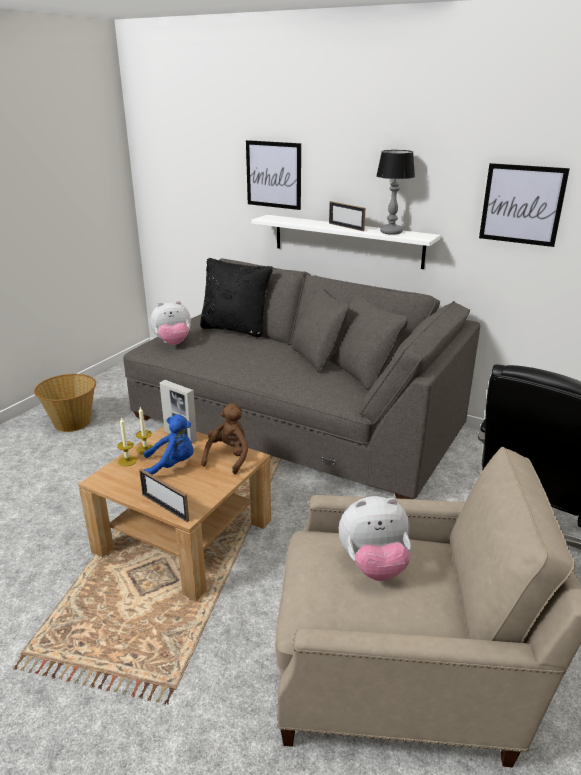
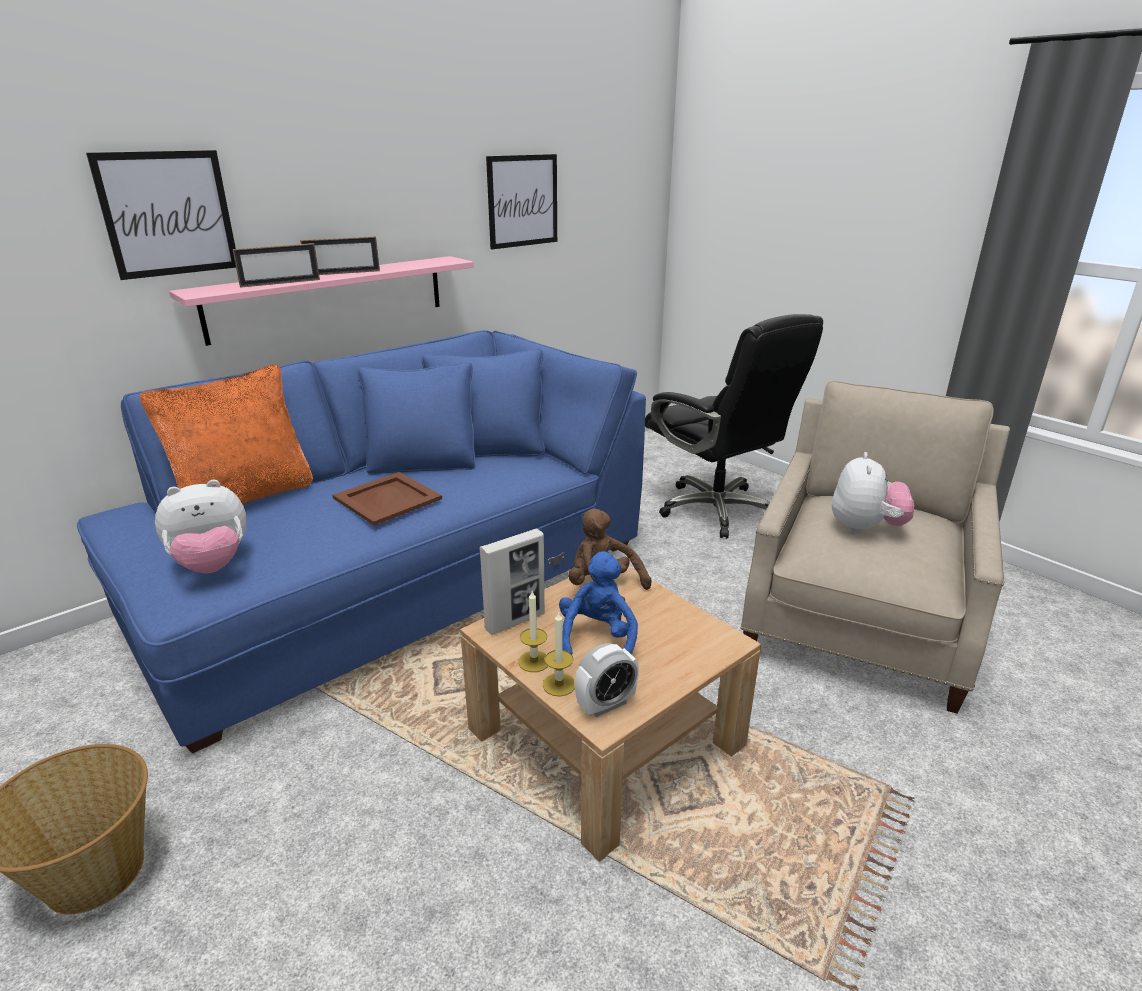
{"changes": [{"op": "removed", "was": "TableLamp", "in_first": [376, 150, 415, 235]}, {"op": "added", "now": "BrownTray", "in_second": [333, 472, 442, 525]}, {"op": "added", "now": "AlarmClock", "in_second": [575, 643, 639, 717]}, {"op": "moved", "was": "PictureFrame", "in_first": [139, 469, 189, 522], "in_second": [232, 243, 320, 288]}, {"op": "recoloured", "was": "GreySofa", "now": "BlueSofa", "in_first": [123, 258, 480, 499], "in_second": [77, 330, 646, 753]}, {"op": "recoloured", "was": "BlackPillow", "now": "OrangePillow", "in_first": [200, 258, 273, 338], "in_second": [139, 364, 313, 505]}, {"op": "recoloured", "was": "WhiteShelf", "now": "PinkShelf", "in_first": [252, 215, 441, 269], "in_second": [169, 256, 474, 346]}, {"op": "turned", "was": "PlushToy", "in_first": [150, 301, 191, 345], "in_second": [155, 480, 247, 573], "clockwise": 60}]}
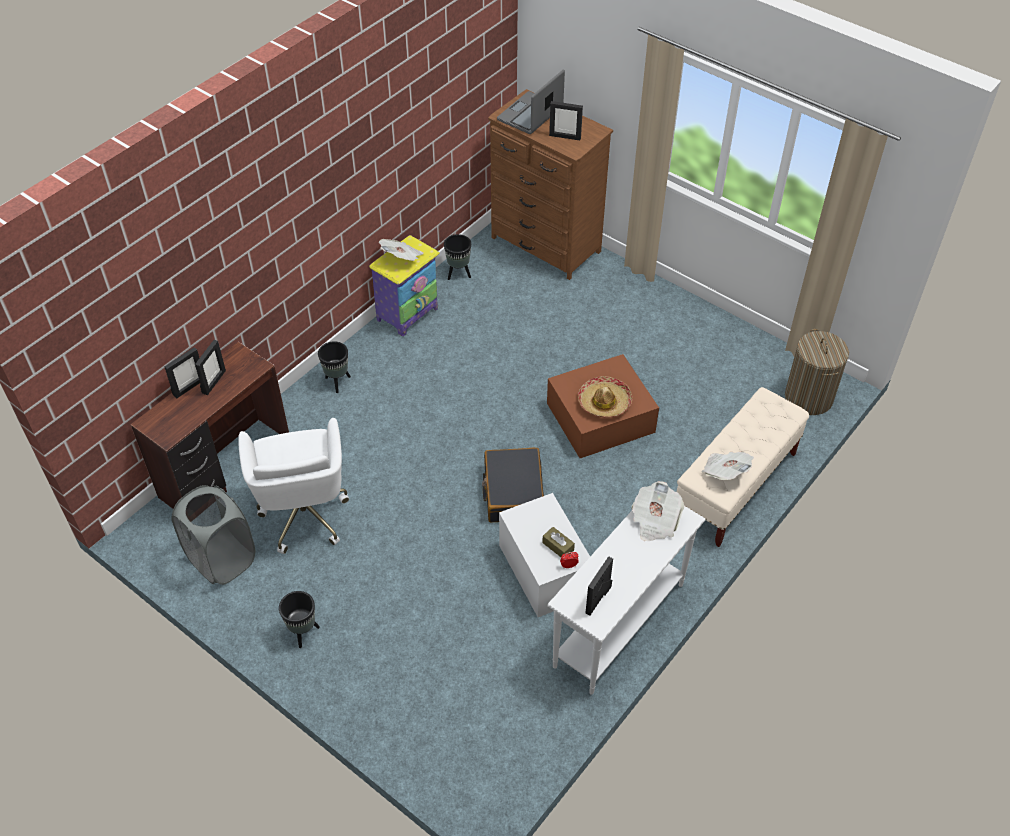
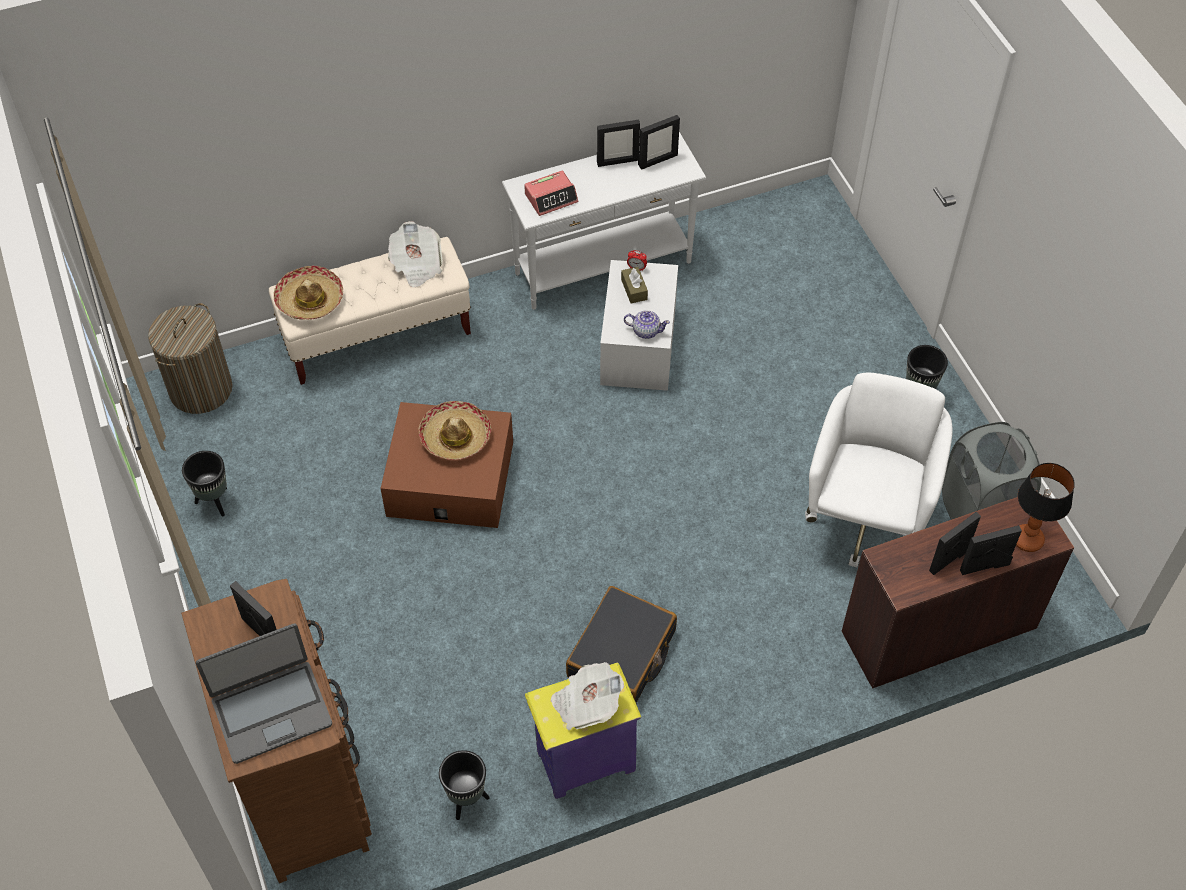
{"changes": [{"op": "added", "now": "Hat", "in_second": [274, 266, 343, 320]}, {"op": "added", "now": "PictureFrame", "in_second": [597, 120, 640, 167]}, {"op": "added", "now": "Teapot", "in_second": [624, 311, 670, 339]}, {"op": "added", "now": "TableLamp", "in_second": [1016, 463, 1075, 552]}, {"op": "moved", "was": "BlackPlanter", "in_first": [318, 341, 351, 393], "in_second": [182, 451, 227, 516]}, {"op": "moved", "was": "BlackSuitcase", "in_first": [482, 448, 544, 522], "in_second": [566, 586, 677, 703]}, {"op": "replaced", "was": "Newspaper", "now": "AlarmClock", "in_first": [632, 481, 684, 541], "in_second": [524, 171, 578, 216]}]}
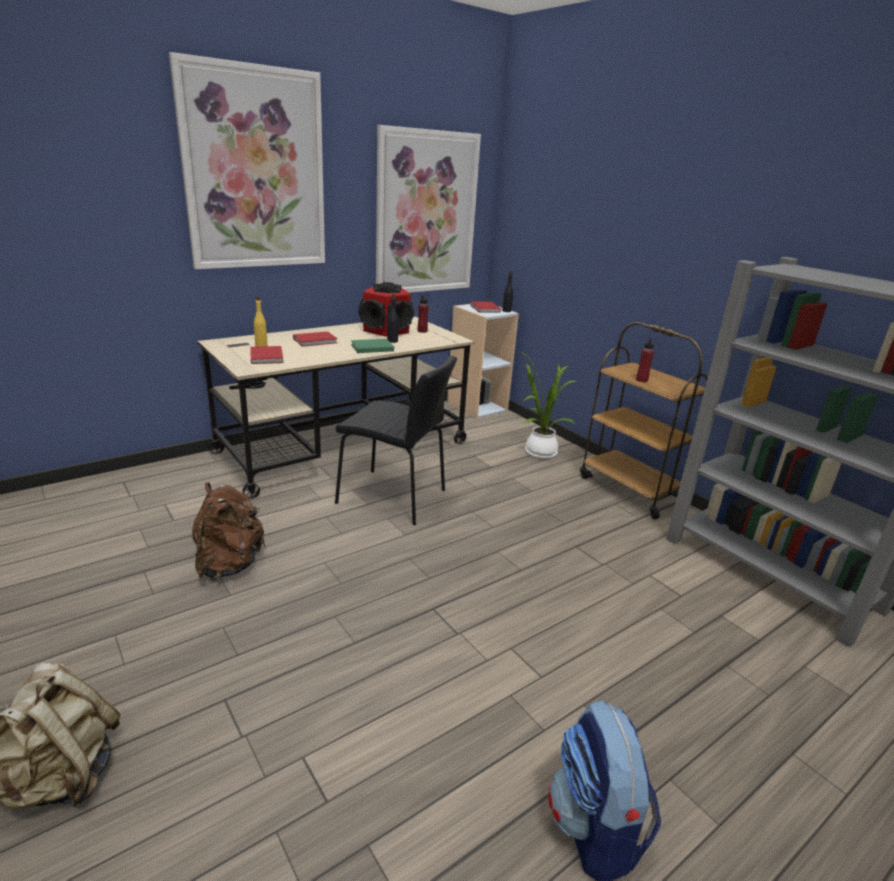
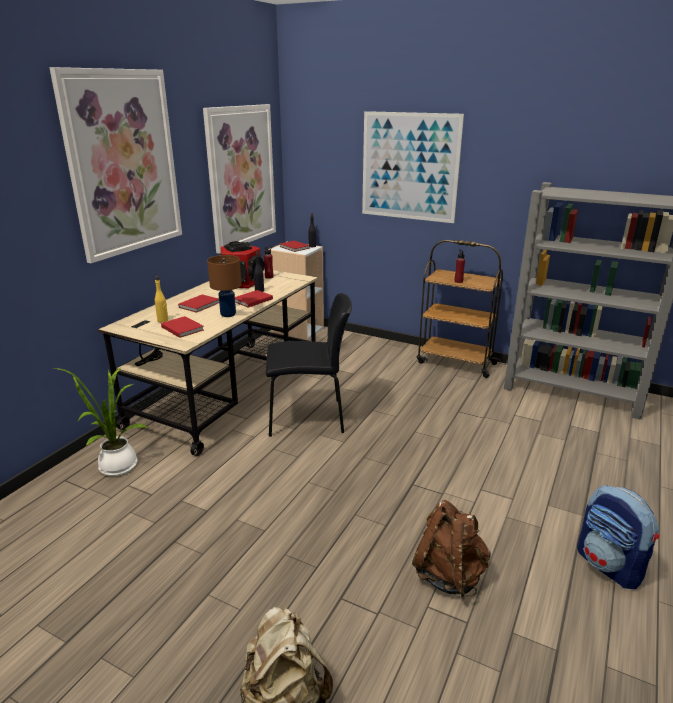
{"changes": [{"op": "added", "now": "BrownTableLamp", "in_second": [207, 255, 242, 317]}, {"op": "added", "now": "Picture", "in_second": [362, 111, 464, 223]}, {"op": "moved", "was": "BrownBackpack", "in_first": [192, 482, 266, 581], "in_second": [412, 500, 491, 599]}, {"op": "moved", "was": "PottedPlant", "in_first": [517, 351, 576, 459], "in_second": [52, 368, 149, 476]}, {"op": "recoloured", "was": "GreenBook", "now": "RedBook", "in_first": [351, 339, 394, 353], "in_second": [235, 290, 273, 308]}]}
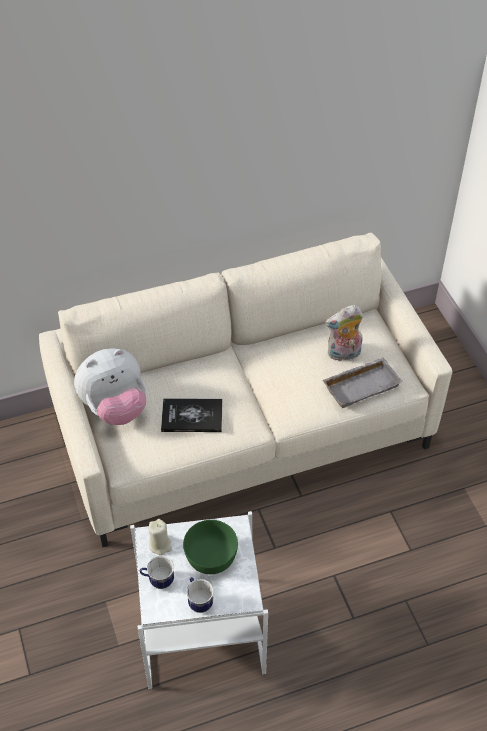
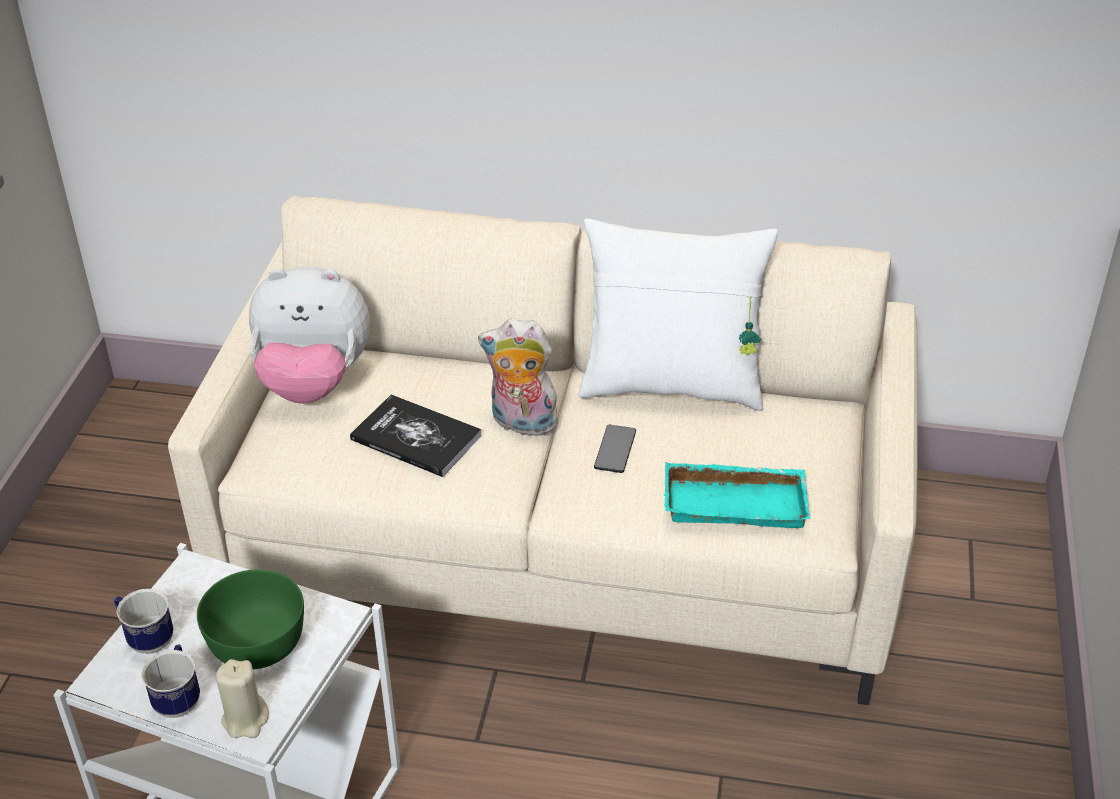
{"changes": [{"op": "added", "now": "WhitePillow", "in_second": [578, 218, 778, 411]}, {"op": "added", "now": "Phone", "in_second": [594, 424, 636, 473]}, {"op": "moved", "was": "BeigeCandle", "in_first": [149, 519, 172, 556], "in_second": [216, 659, 269, 738]}, {"op": "moved", "was": "PlushToy", "in_first": [325, 305, 363, 361], "in_second": [478, 318, 561, 436]}, {"op": "recoloured", "was": "GreyTray", "now": "TurquoiseTray", "in_first": [322, 357, 403, 408], "in_second": [664, 462, 810, 528]}]}
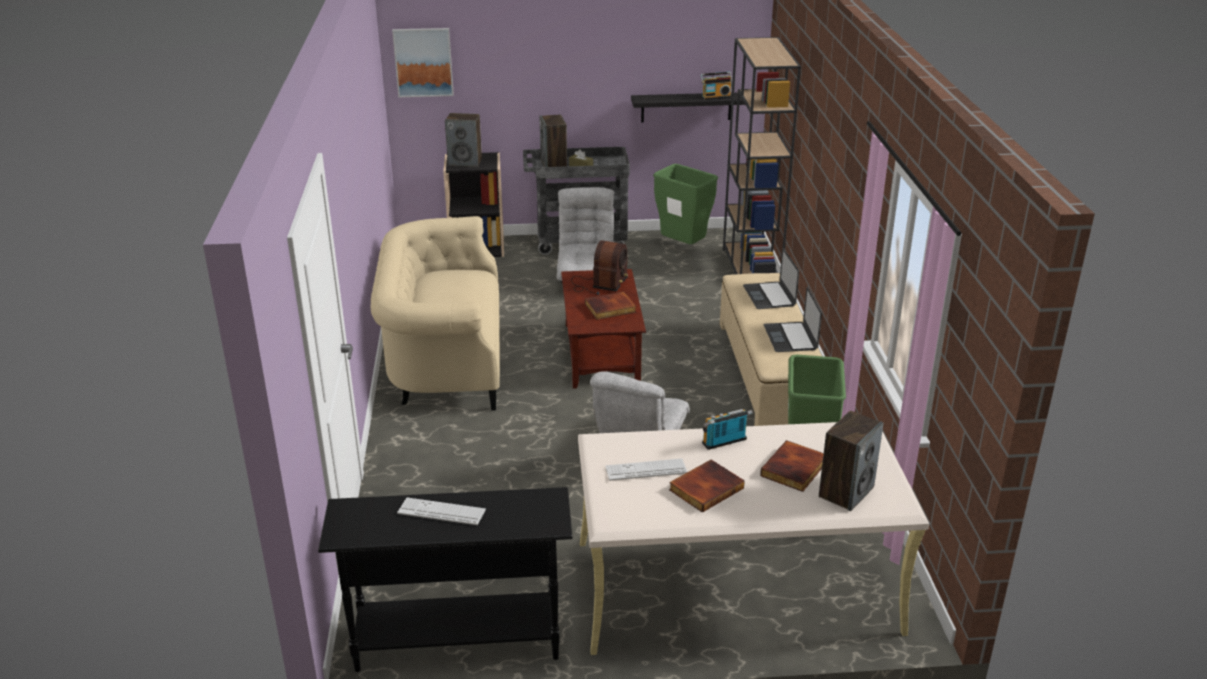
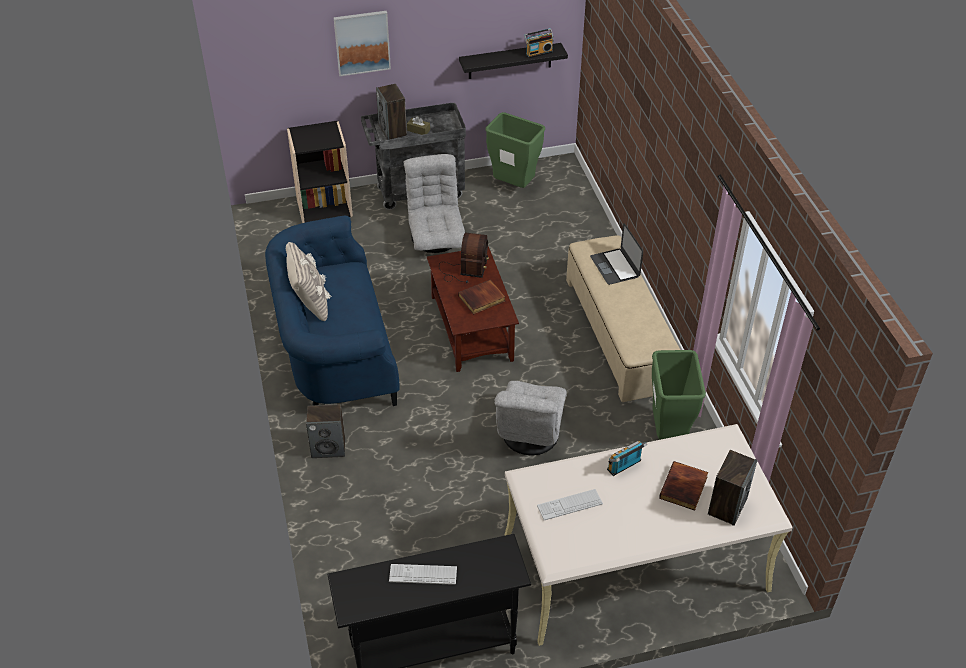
{"changes": [{"op": "removed", "was": "Book", "in_first": [669, 460, 745, 513]}, {"op": "removed", "was": "Bookcase", "in_first": [723, 37, 801, 274]}, {"op": "removed", "was": "Laptop", "in_first": [764, 287, 822, 352]}, {"op": "added", "now": "BeigePillow", "in_second": [286, 242, 332, 321]}, {"op": "moved", "was": "Picture", "in_first": [392, 28, 454, 97], "in_second": [334, 11, 391, 76]}, {"op": "moved", "was": "Speaker", "in_first": [445, 113, 482, 167], "in_second": [306, 404, 345, 458]}, {"op": "recoloured", "was": "BeigeSofa", "now": "BlueSofa", "in_first": [371, 216, 500, 411], "in_second": [265, 216, 400, 406]}]}
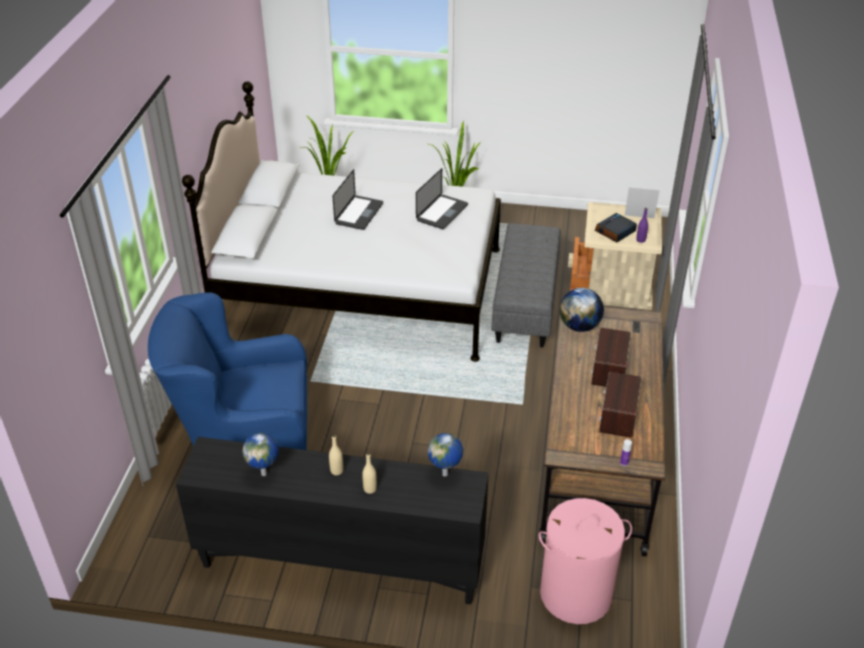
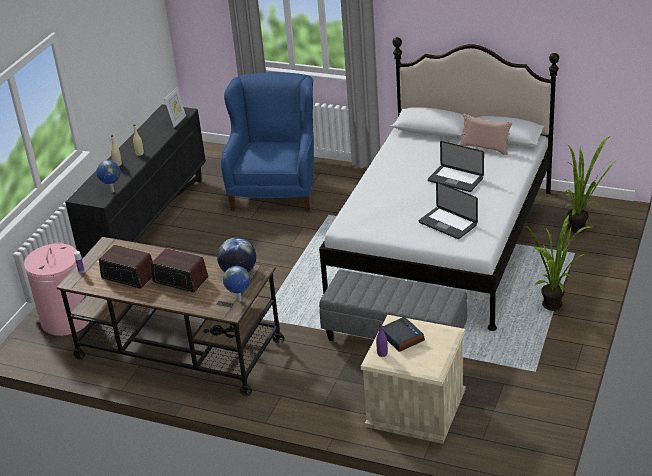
{"changes": [{"op": "added", "now": "BeigePillow", "in_second": [459, 114, 512, 155]}, {"op": "moved", "was": "Globe", "in_first": [242, 433, 279, 476], "in_second": [223, 266, 250, 302]}, {"op": "moved", "was": "PictureFrame", "in_first": [625, 187, 660, 218], "in_second": [164, 87, 186, 128]}]}
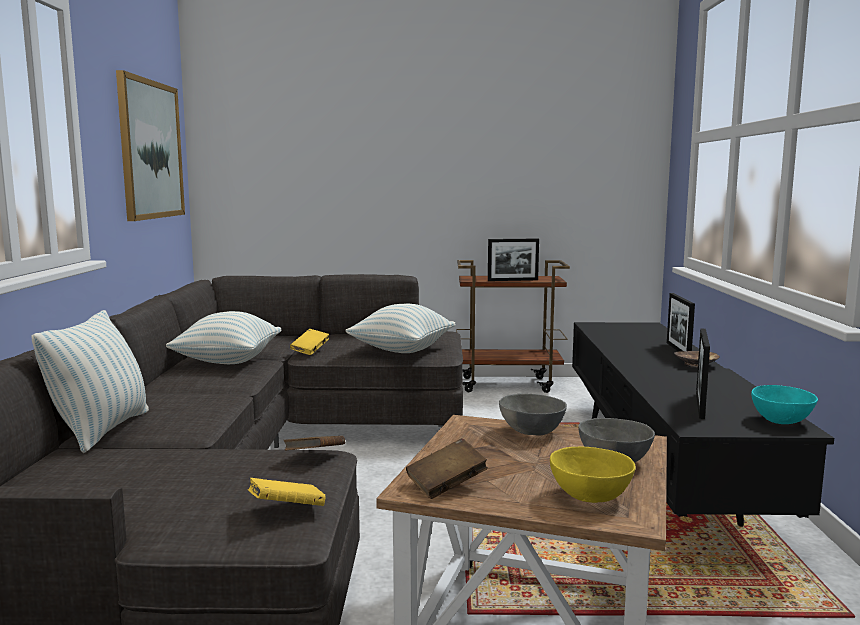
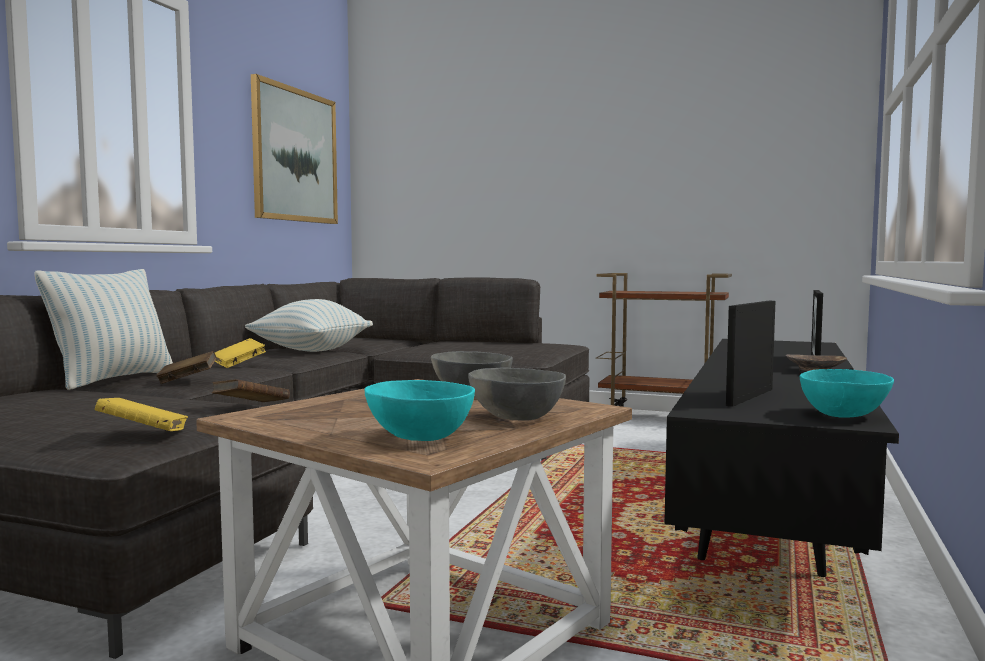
{"changes": [{"op": "removed", "was": "Pillow", "in_first": [345, 303, 456, 353]}, {"op": "removed", "was": "PictureFrame", "in_first": [488, 238, 539, 281]}, {"op": "moved", "was": "YellowBook", "in_first": [290, 329, 329, 355], "in_second": [215, 338, 266, 368]}, {"op": "moved", "was": "BrownBook", "in_first": [406, 438, 488, 499], "in_second": [156, 351, 216, 384]}, {"op": "recoloured", "was": "YellowBowl", "now": "TurquoiseBowl", "in_first": [550, 447, 636, 503], "in_second": [365, 380, 475, 441]}]}
